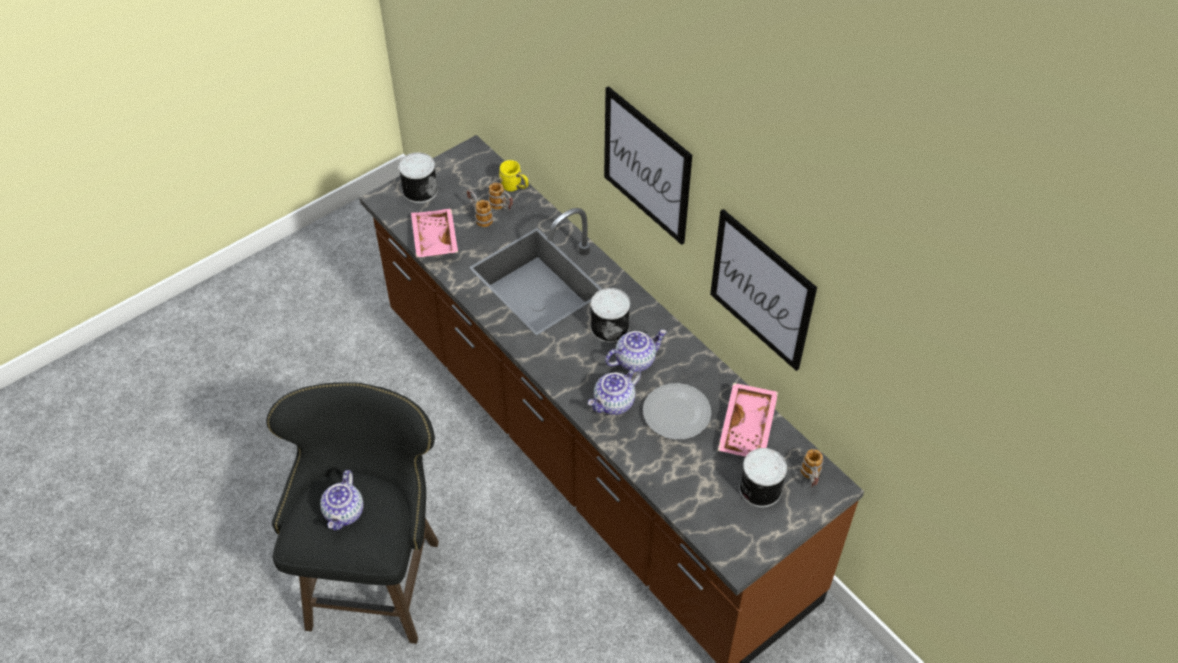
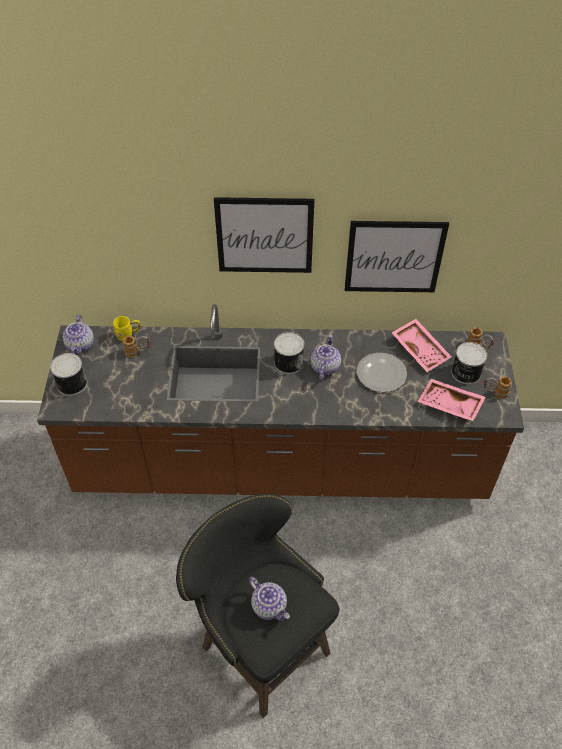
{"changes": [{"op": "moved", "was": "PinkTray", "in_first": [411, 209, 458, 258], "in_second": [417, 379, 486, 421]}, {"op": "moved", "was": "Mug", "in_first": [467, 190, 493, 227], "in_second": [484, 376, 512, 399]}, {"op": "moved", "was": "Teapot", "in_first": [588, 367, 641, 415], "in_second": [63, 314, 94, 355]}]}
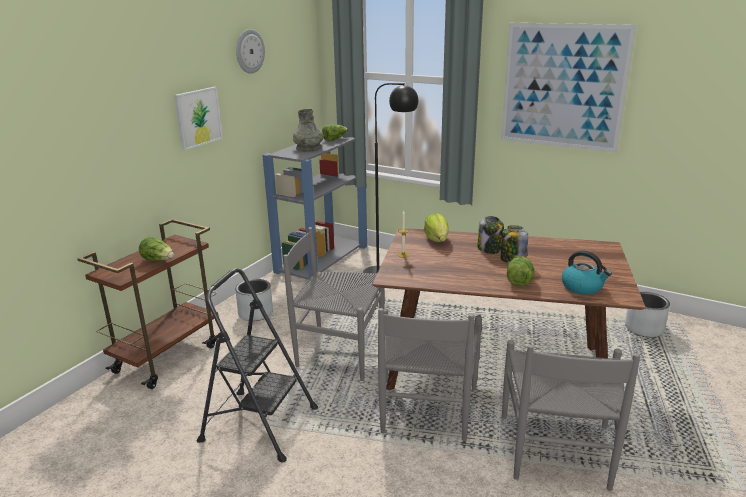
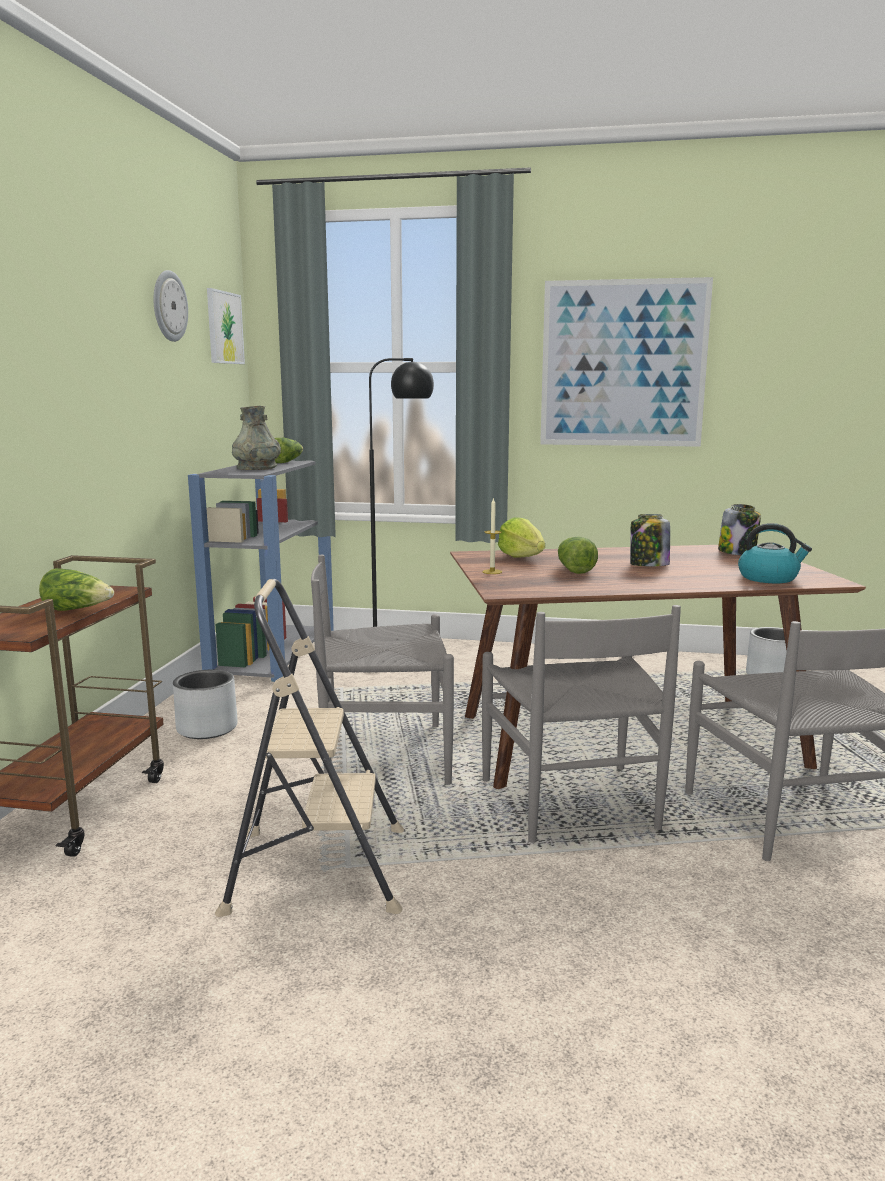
{"changes": [{"op": "moved", "was": "Picture", "in_first": [174, 87, 223, 150], "in_second": [207, 288, 245, 364]}, {"op": "moved", "was": "Jar", "in_first": [477, 216, 504, 254], "in_second": [718, 504, 761, 555]}, {"op": "moved", "was": "Lettuce", "in_first": [507, 256, 535, 286], "in_second": [558, 537, 598, 574]}, {"op": "recoloured", "was": "BlackStepLadder", "now": "BeigeStepLadder", "in_first": [197, 268, 318, 463], "in_second": [215, 579, 404, 917]}]}
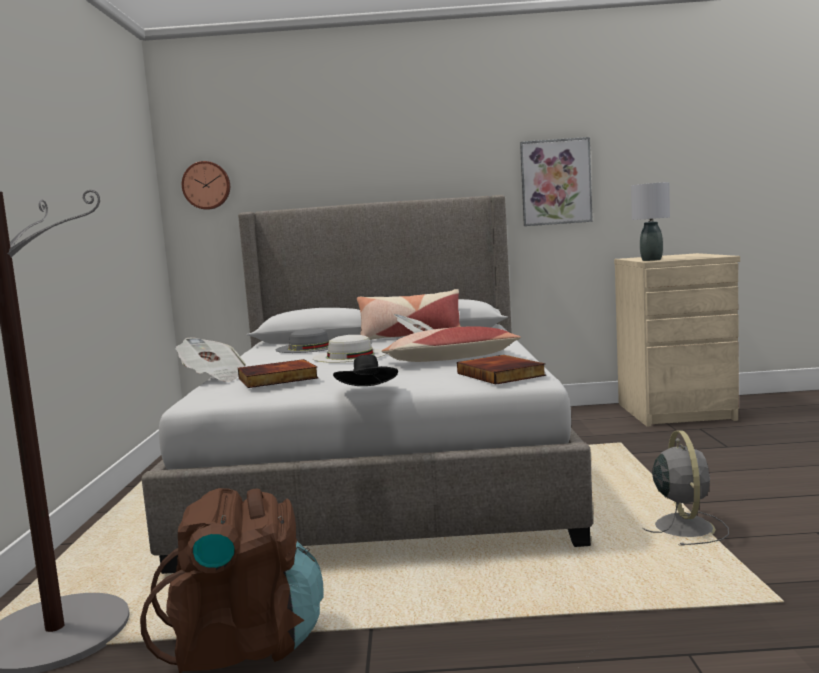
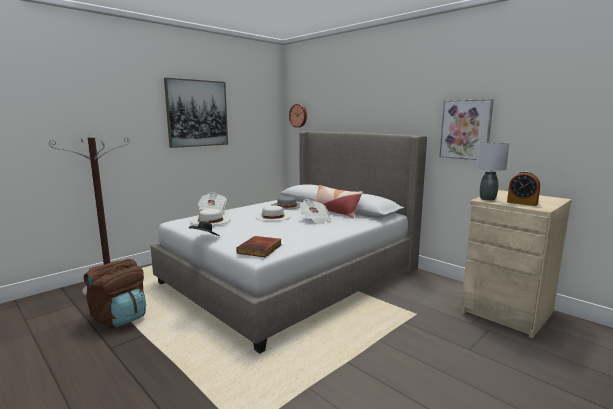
{"changes": [{"op": "removed", "was": "Pillow", "in_first": [381, 326, 521, 362]}, {"op": "removed", "was": "GreyFan", "in_first": [643, 430, 729, 546]}, {"op": "added", "now": "Picture", "in_second": [164, 78, 228, 148]}, {"op": "added", "now": "AlarmClock", "in_second": [507, 171, 540, 206]}, {"op": "replaced", "was": "Book", "now": "WhiteHat", "in_first": [238, 359, 318, 388], "in_second": [190, 209, 231, 225]}]}
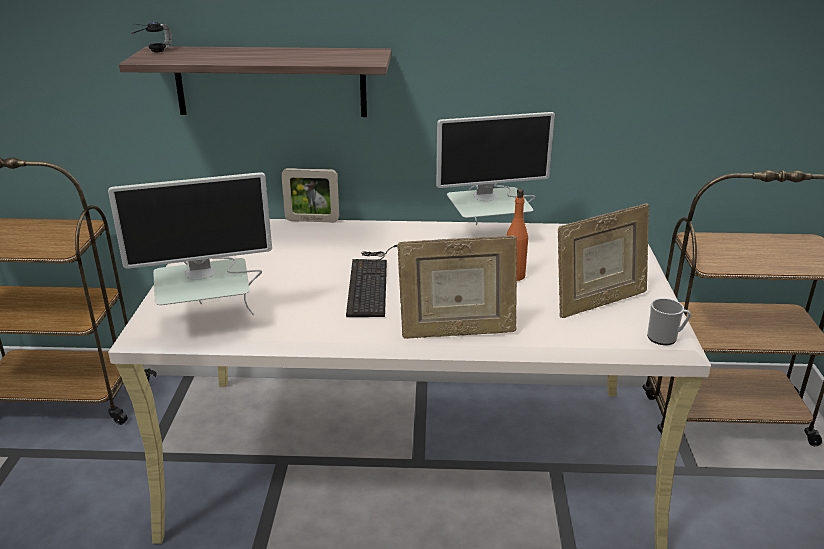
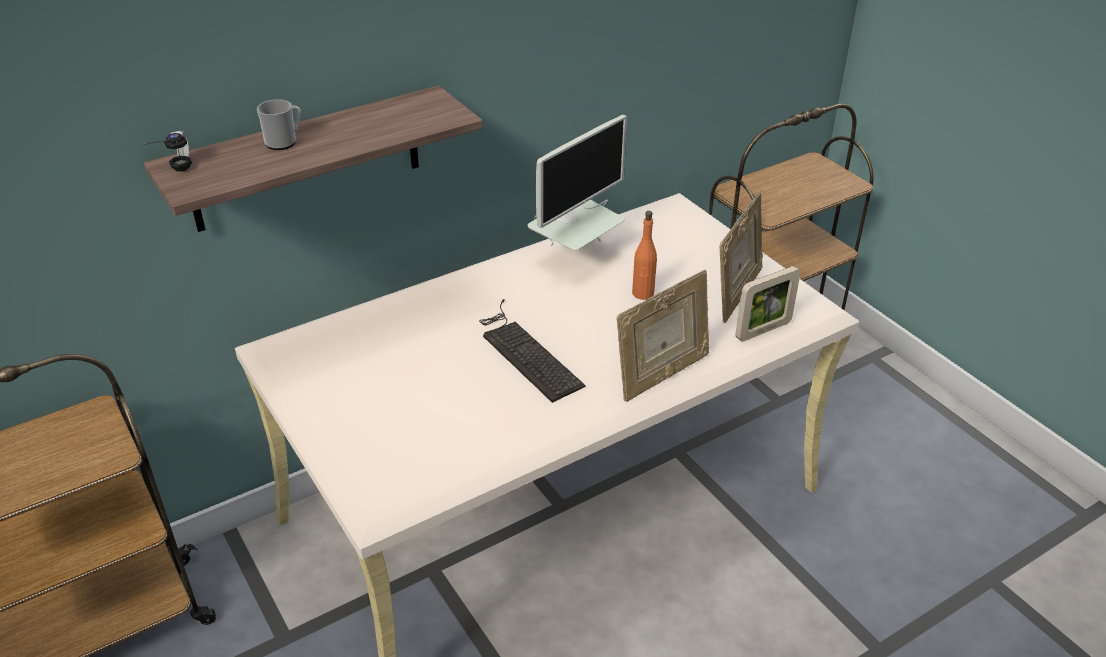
{"changes": [{"op": "removed", "was": "Monitor", "in_first": [108, 172, 272, 316]}, {"op": "moved", "was": "PictureFrame", "in_first": [281, 168, 339, 222], "in_second": [735, 266, 801, 342]}, {"op": "moved", "was": "Mug", "in_first": [647, 298, 691, 345], "in_second": [257, 99, 301, 150]}]}
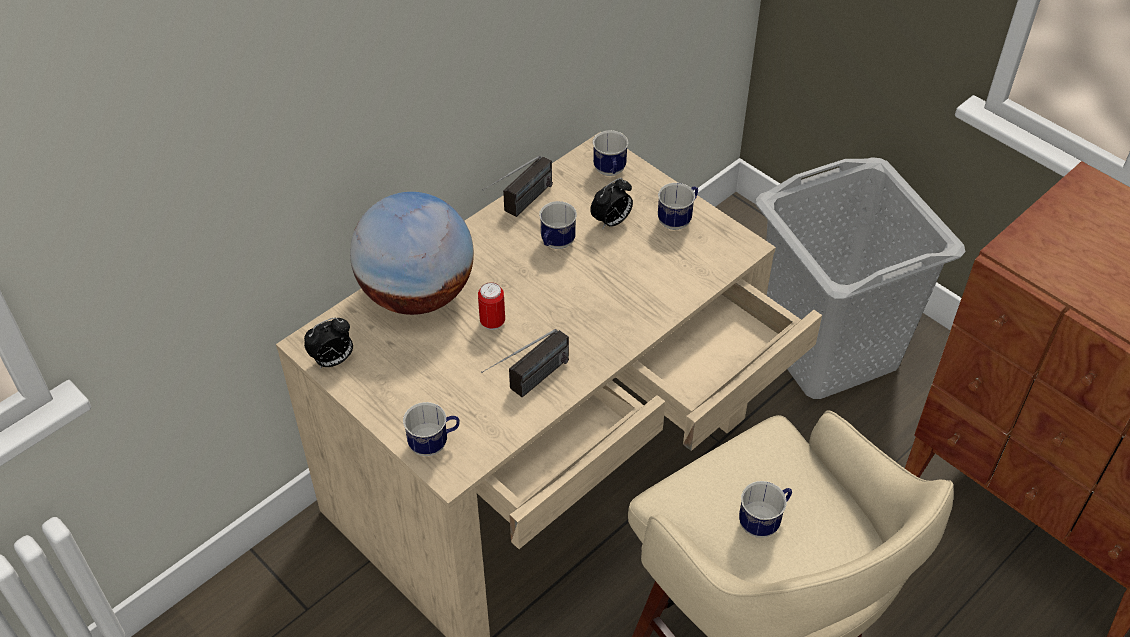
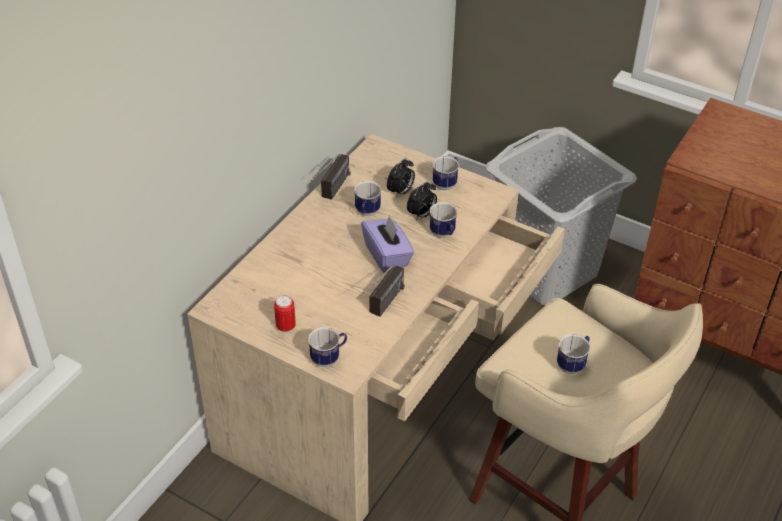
{"changes": [{"op": "removed", "was": "Globe", "in_first": [350, 192, 474, 315]}, {"op": "added", "now": "PurpleTissueBox", "in_second": [361, 215, 414, 272]}, {"op": "moved", "was": "AlarmClock", "in_first": [304, 318, 353, 368], "in_second": [407, 181, 437, 220]}, {"op": "moved", "was": "Can", "in_first": [478, 282, 505, 330], "in_second": [274, 295, 296, 333]}, {"op": "moved", "was": "Mug", "in_first": [593, 130, 628, 176], "in_second": [430, 202, 457, 238]}]}
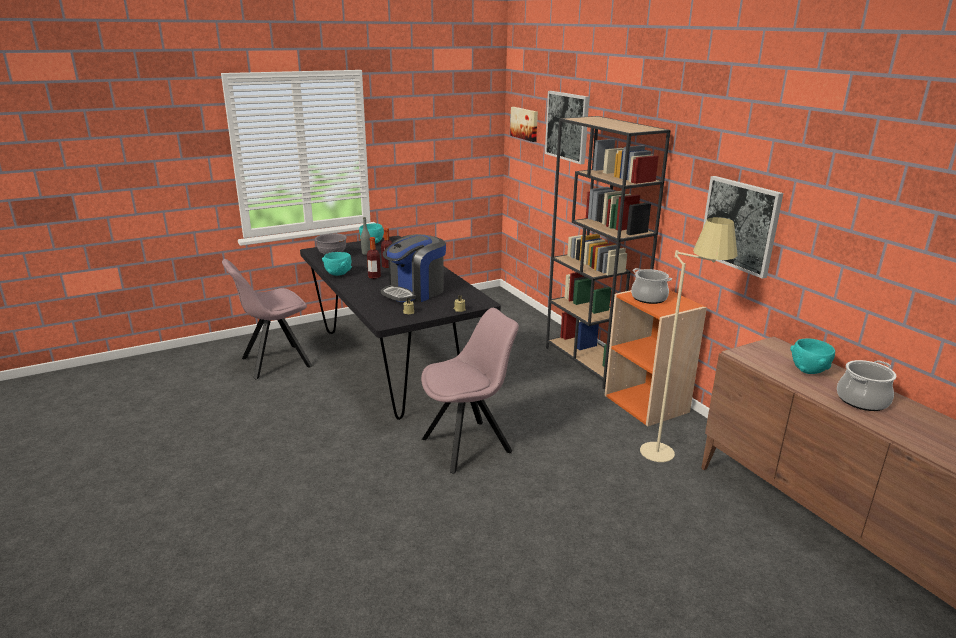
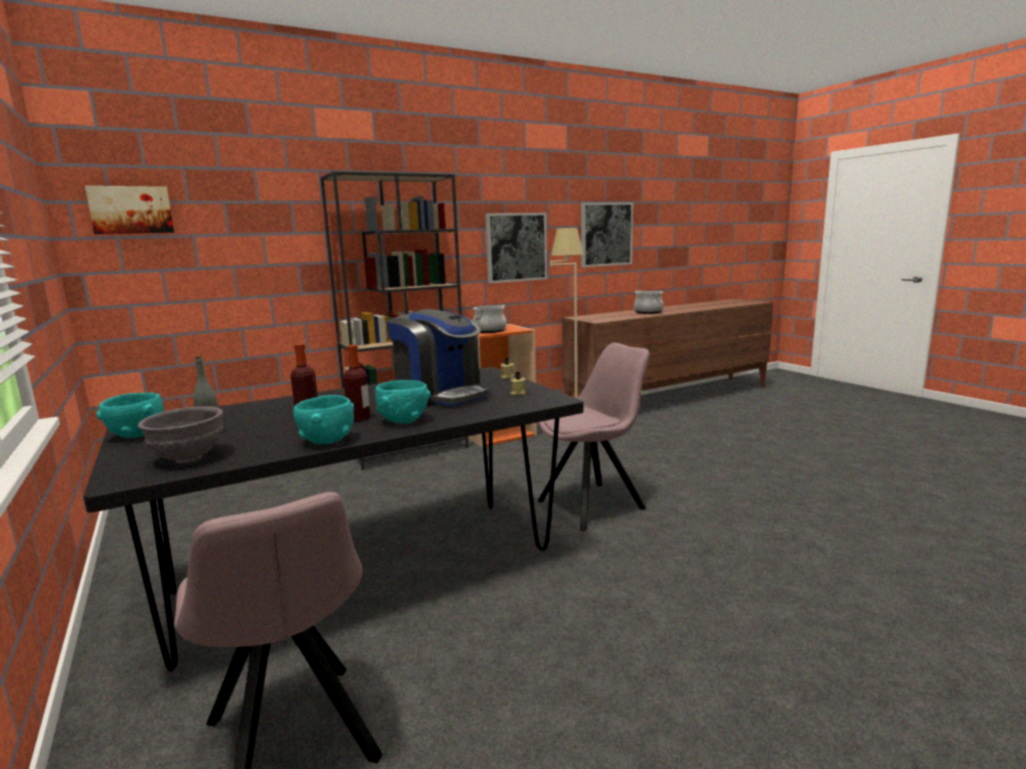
{"changes": [{"op": "moved", "was": "Picture", "in_first": [545, 91, 589, 164], "in_second": [581, 202, 633, 267]}, {"op": "moved", "was": "TurquoiseBowl", "in_first": [790, 338, 835, 374], "in_second": [375, 380, 431, 424]}, {"op": "turned", "was": "PinkChair", "in_first": [421, 308, 519, 474], "in_second": [538, 343, 650, 531], "clockwise": 90}]}
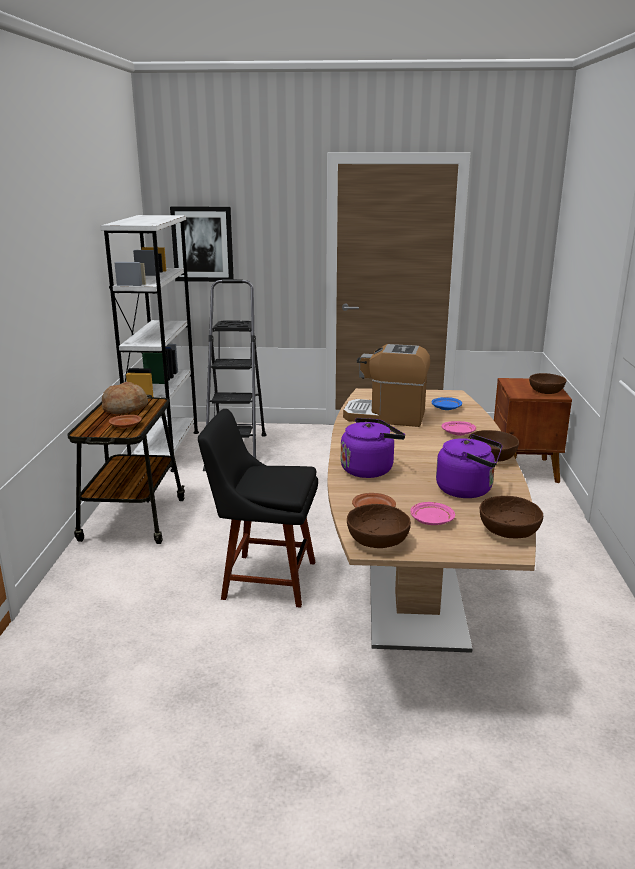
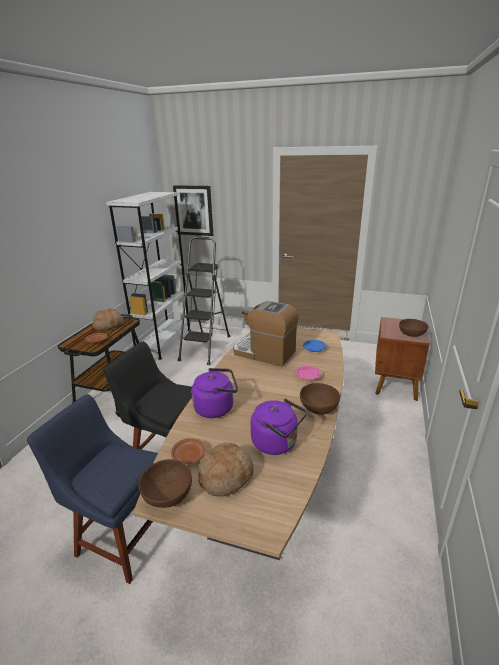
{"changes": [{"op": "removed", "was": "BrownBowl", "in_first": [480, 496, 543, 538]}, {"op": "added", "now": "BlueChair", "in_second": [27, 394, 158, 584]}, {"op": "replaced", "was": "PinkPlate", "now": "Bread", "in_first": [410, 502, 455, 525], "in_second": [198, 443, 254, 497]}]}
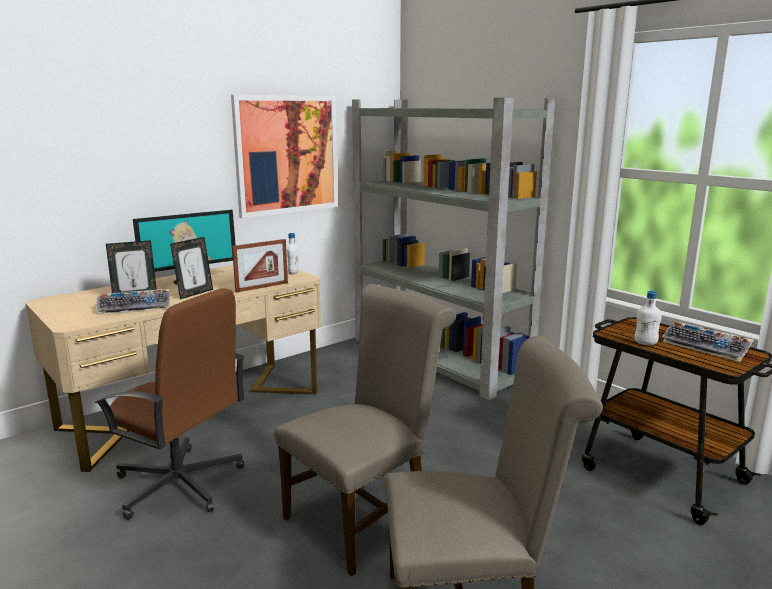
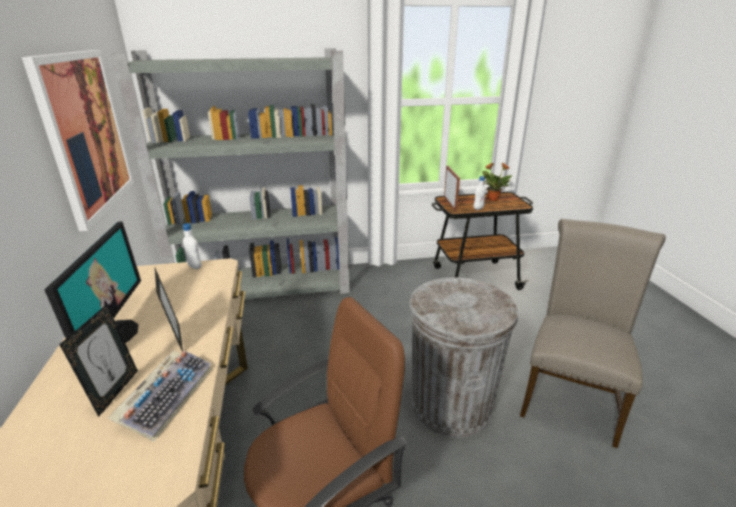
{"changes": [{"op": "moved", "was": "PictureFrame", "in_first": [232, 239, 288, 292], "in_second": [444, 166, 460, 212]}, {"op": "replaced", "was": "BeigeChair", "now": "GreyTrashCan", "in_first": [274, 284, 456, 576], "in_second": [409, 278, 518, 438]}, {"op": "replaced", "was": "Keyboard", "now": "PottedPlant", "in_first": [662, 321, 754, 362], "in_second": [483, 163, 512, 201]}]}
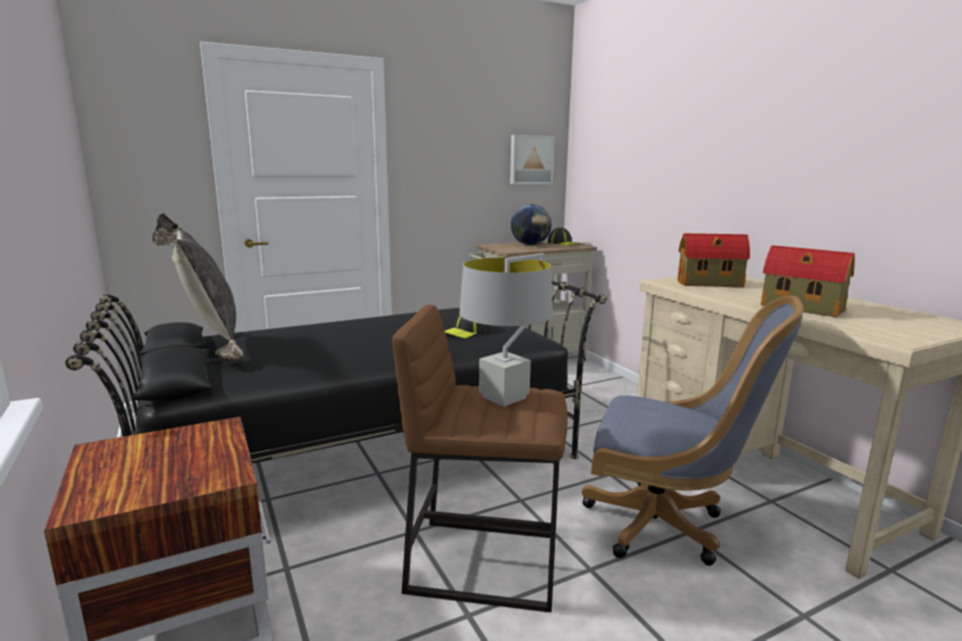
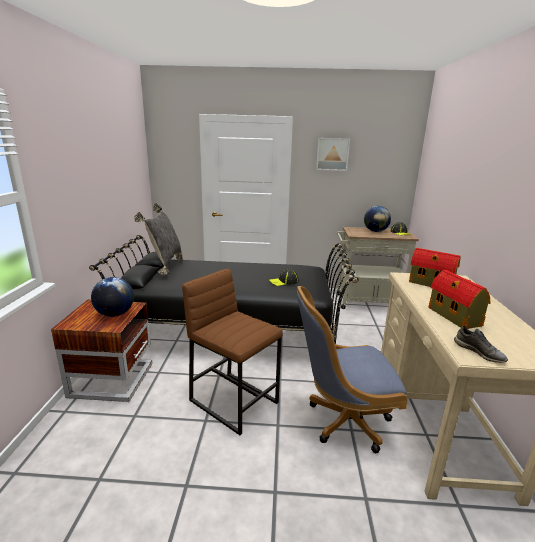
{"changes": [{"op": "removed", "was": "GreyTableLamp", "in_first": [459, 253, 553, 407]}, {"op": "added", "now": "Globe", "in_second": [91, 277, 134, 317]}, {"op": "added", "now": "GreyShoe", "in_second": [454, 325, 508, 363]}, {"op": "moved", "was": "Picture", "in_first": [510, 135, 554, 184], "in_second": [316, 138, 350, 171]}, {"op": "turned", "was": "BlueOfficeChair", "in_first": [582, 296, 804, 566], "in_second": [297, 286, 407, 453], "clockwise": 120}]}
